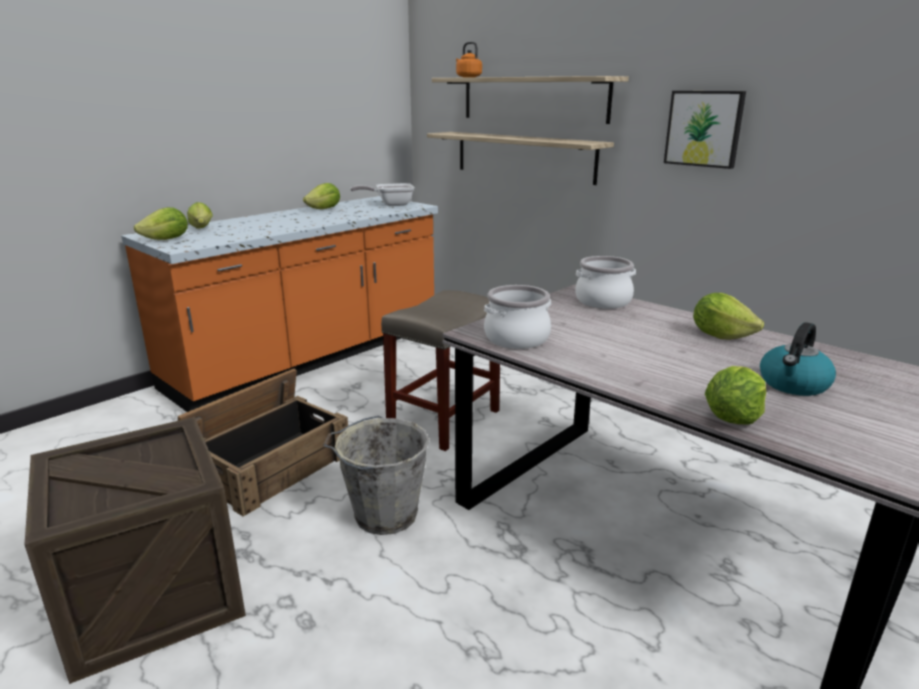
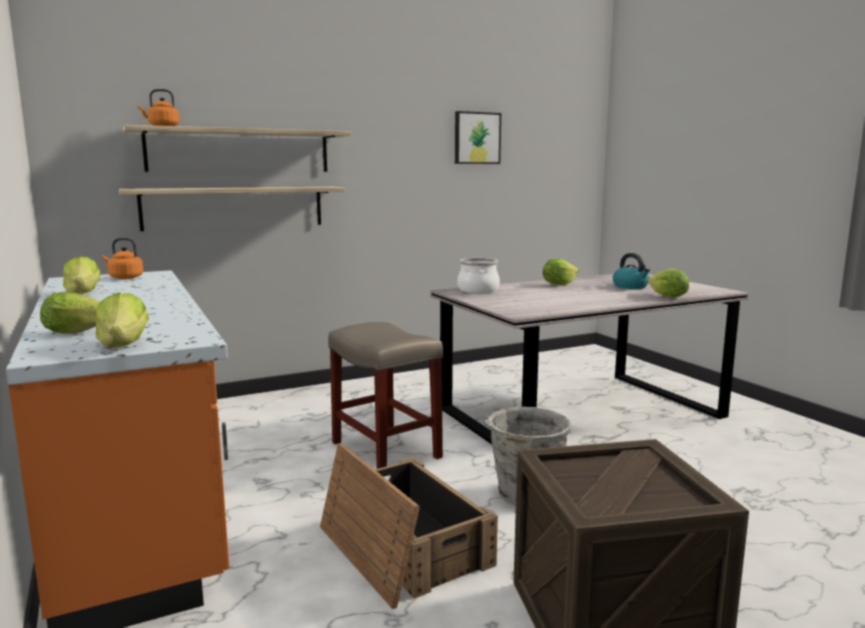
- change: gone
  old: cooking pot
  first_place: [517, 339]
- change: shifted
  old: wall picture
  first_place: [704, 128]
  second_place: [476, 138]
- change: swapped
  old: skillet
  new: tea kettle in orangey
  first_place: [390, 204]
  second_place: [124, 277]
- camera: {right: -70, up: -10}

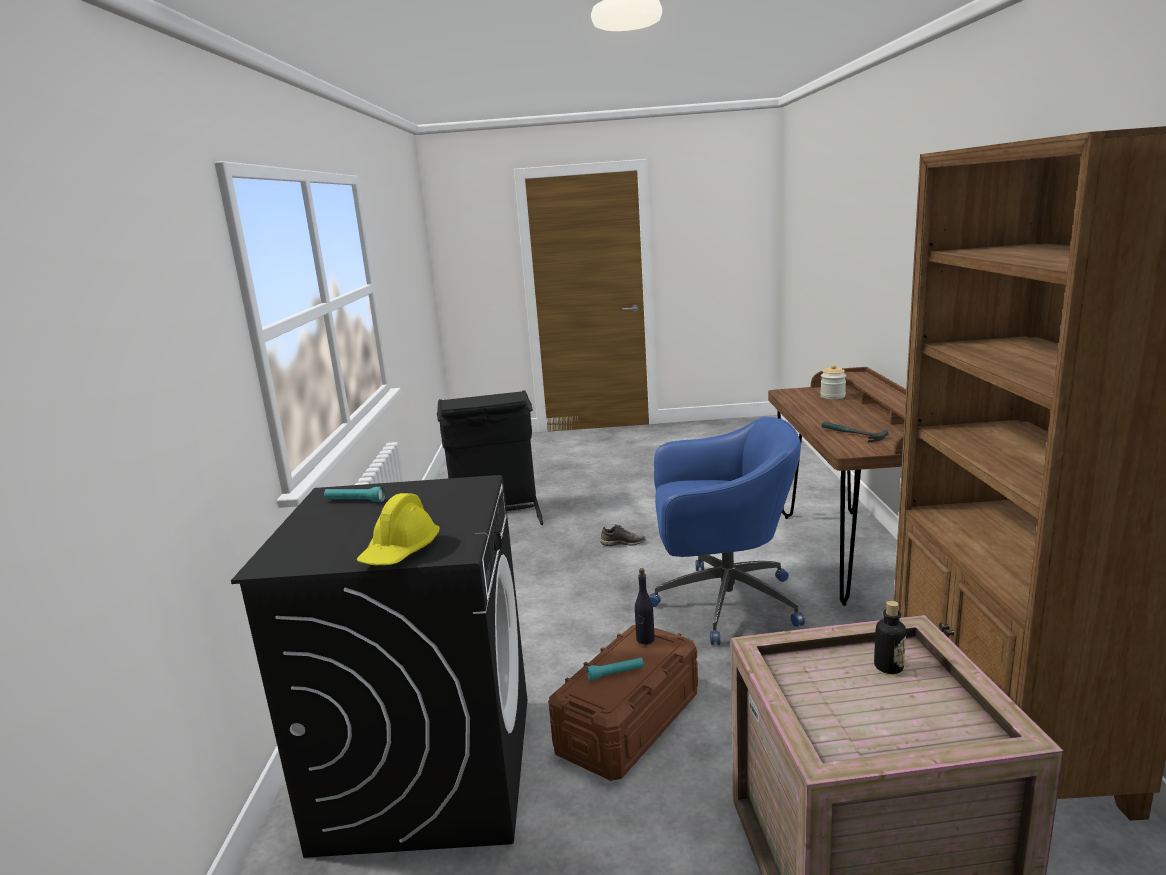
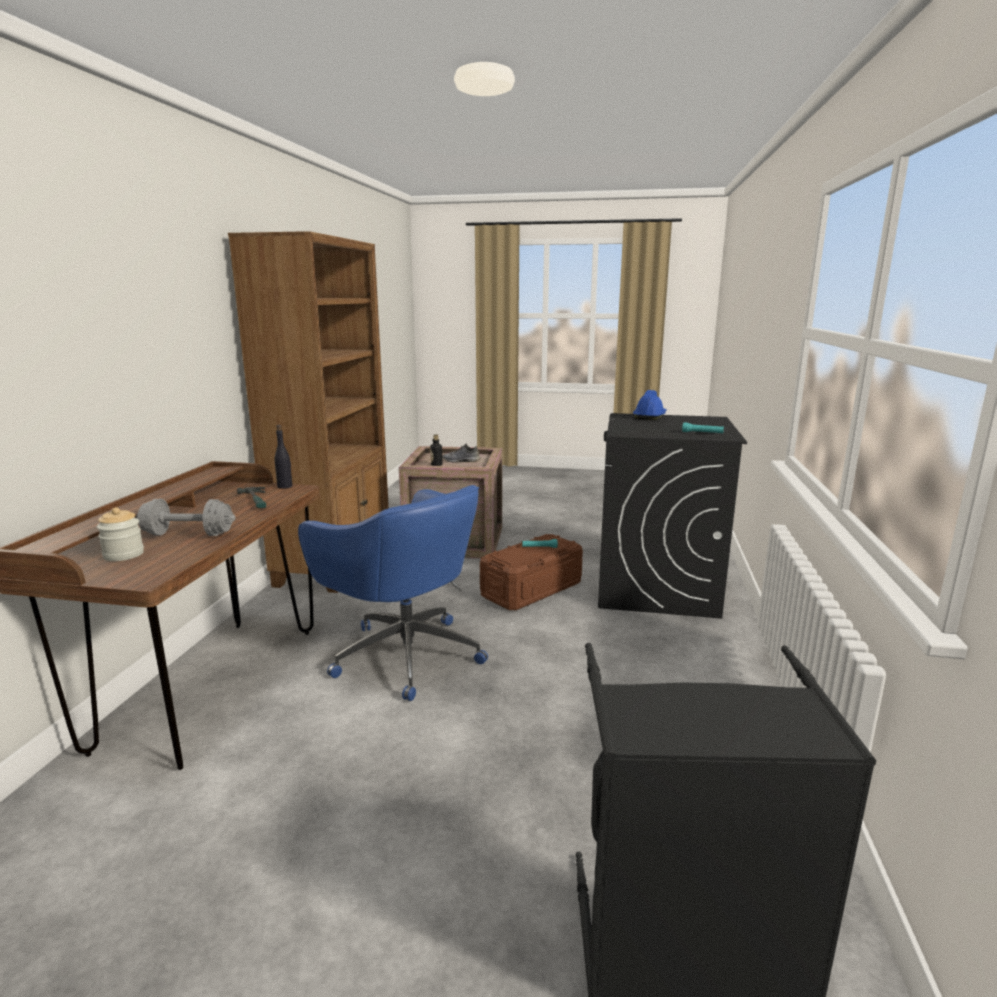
- change: new
  new: free weight in grey
  second_place: [188, 534]
- change: shifted
  old: item of footwear in grey
  first_place: [623, 543]
  second_place: [460, 461]
- change: shifted
  old: beverage bottle in black
  first_place: [645, 640]
  second_place: [285, 486]
- change: repainted
  old: safety helmet in yellow
  new: safety helmet in blue-coloured
  first_place: [401, 552]
  second_place: [650, 416]
- change: rotated
  old: desk chair in blue-coloured
  first_place: [722, 603]
  second_place: [404, 653]
  degrees: -150
- camera: {right: -170, up: 0}

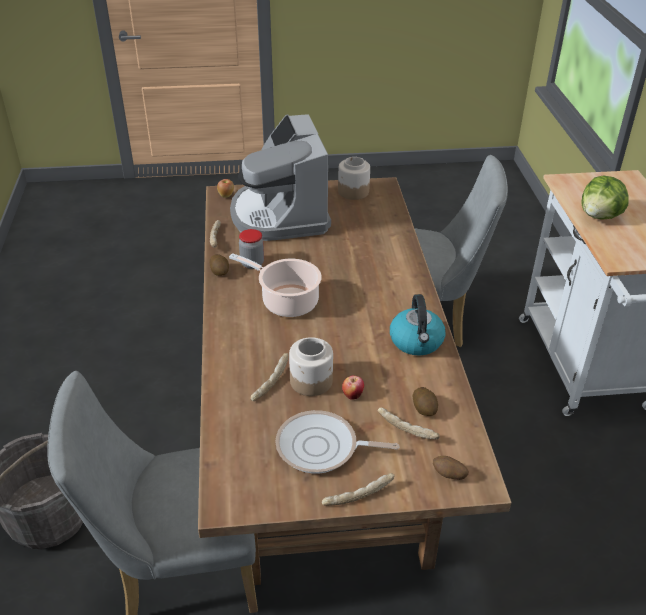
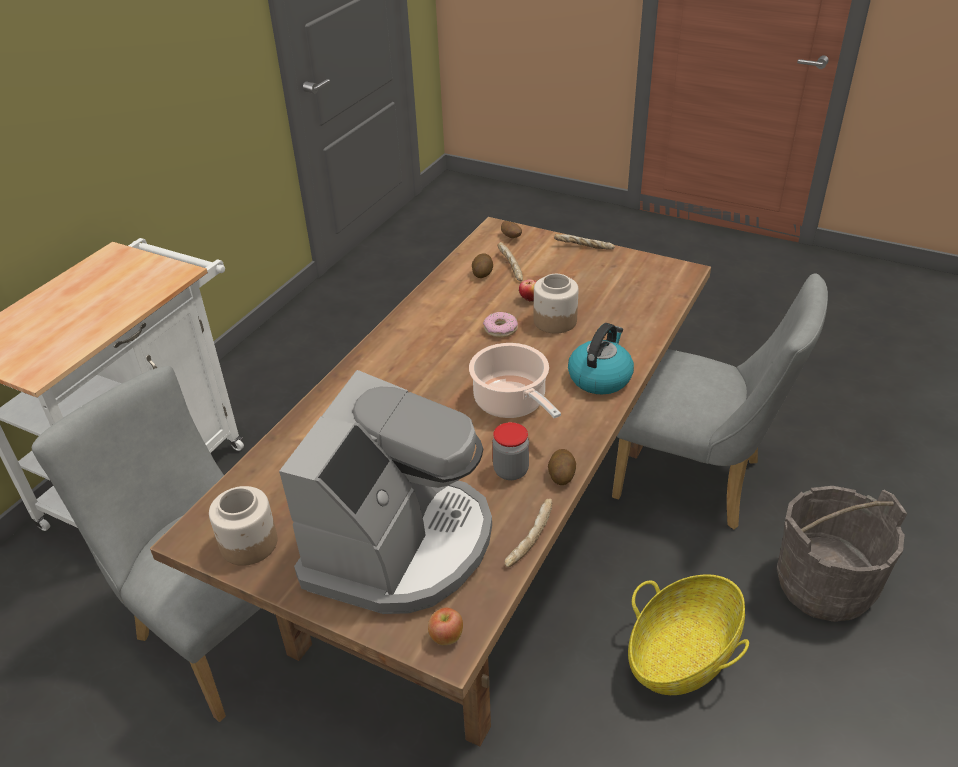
- change: gone
  old: baked bread
  first_place: [270, 381]
- change: gone
  old: skillet
  first_place: [322, 448]
- change: gone
  old: lettuce
  first_place: [600, 216]
- change: new
  new: ring doughnut
  second_place: [500, 329]
- change: new
  new: basket
  second_place: [682, 654]
- change: shifted
  old: tea kettle
  first_place: [416, 342]
  second_place: [600, 377]
- camera: {right: -145, up: 0}

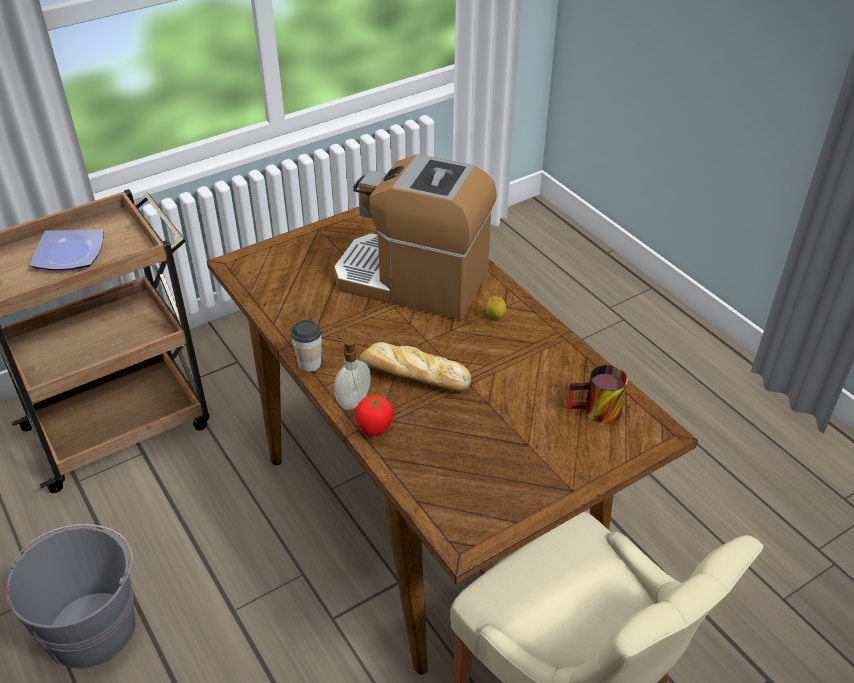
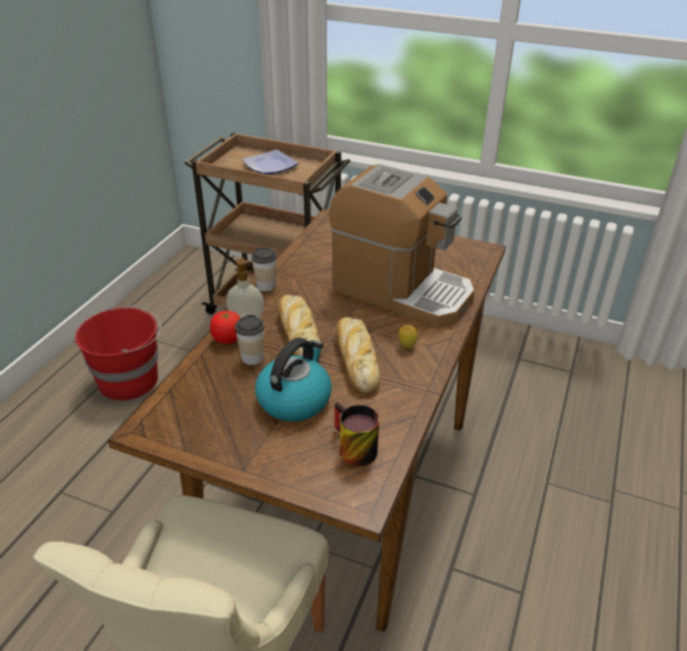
- change: new
  new: small cup
  second_place: [252, 358]
- change: new
  new: tea kettle
  second_place: [294, 399]
- change: new
  new: baked bread
  second_place: [356, 358]
- change: repainted
  old: bucket in grey
  new: bucket in reddish
  first_place: [92, 627]
  second_place: [130, 380]
- change: rotated
  old: coffee maker
  first_place: [412, 281]
  second_place: [401, 291]
  degrees: 135
- camera: {right: 55, up: -5}

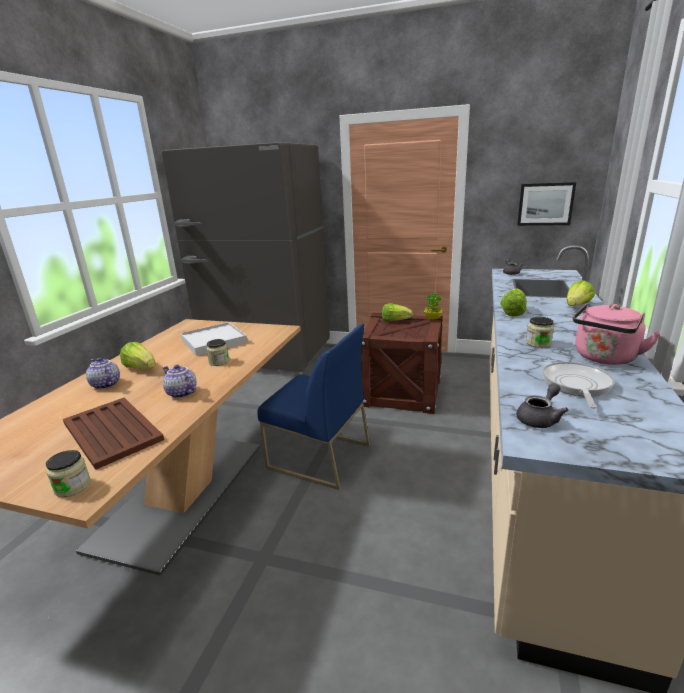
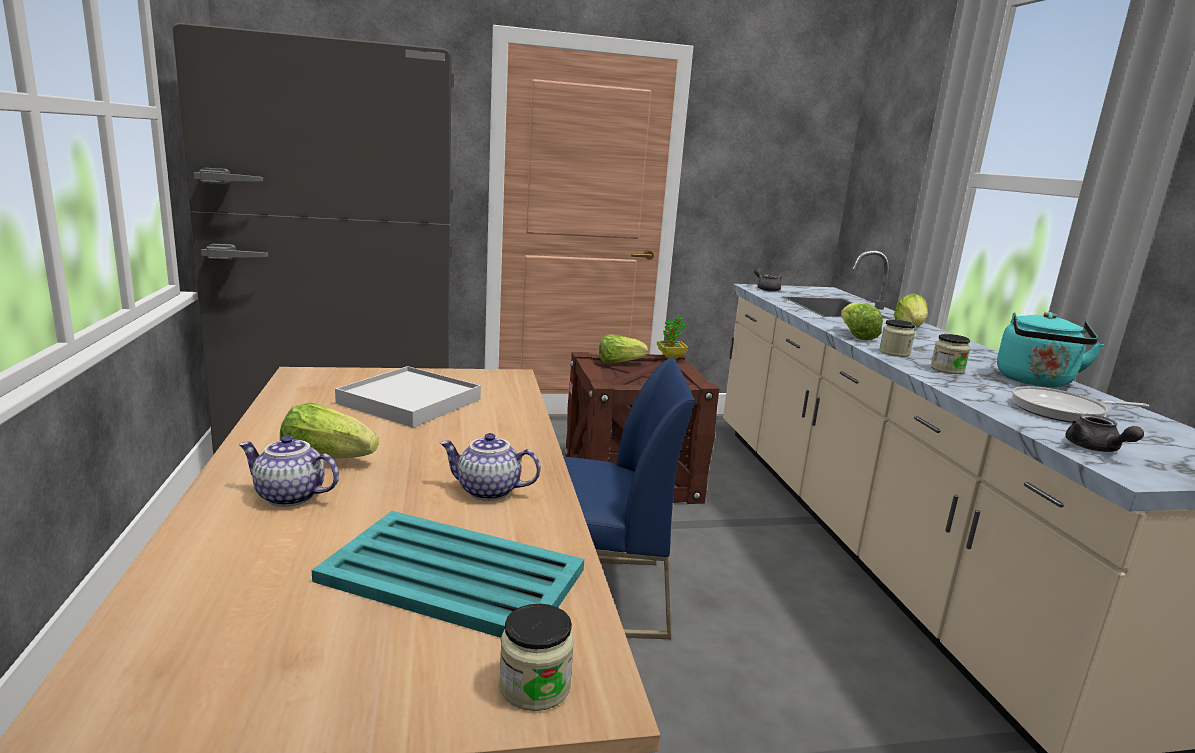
- change: gone
  old: wall picture
  first_place: [545, 204]
- change: shifted
  old: jar
  first_place: [219, 362]
  second_place: [894, 353]
- change: repainted
  old: tray in brownish
  new: tray in blue-green
  first_place: [112, 432]
  second_place: [454, 576]
- change: repainted
  old: tea kettle in pinkish
  new: tea kettle in blue-green
  first_place: [604, 358]
  second_place: [1035, 381]
- change: rotated
  old: tea pot in grey
  first_place: [540, 418]
  second_place: [1095, 449]
  degrees: 150
- change: rotated
  old: skillet
  first_place: [576, 385]
  second_place: [1062, 411]
  degrees: -75
- camera: {right: -30, up: -5}

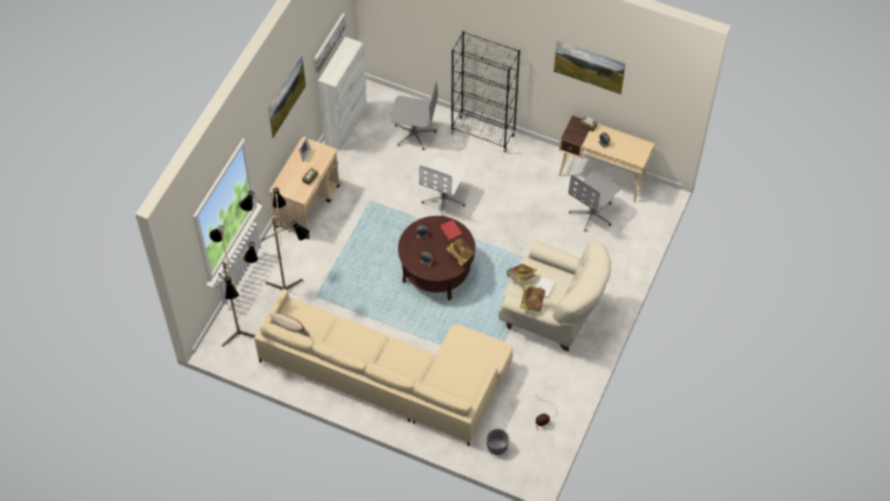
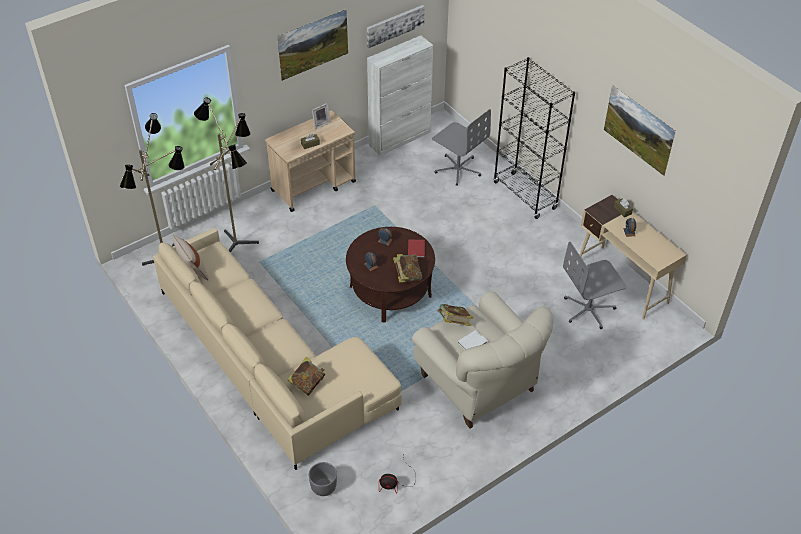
- change: gone
  old: desk chair in white
  first_place: [444, 198]
- change: shifted
  old: bound book
  first_place: [532, 303]
  second_place: [307, 383]
- camera: {right: 30, up: -10}

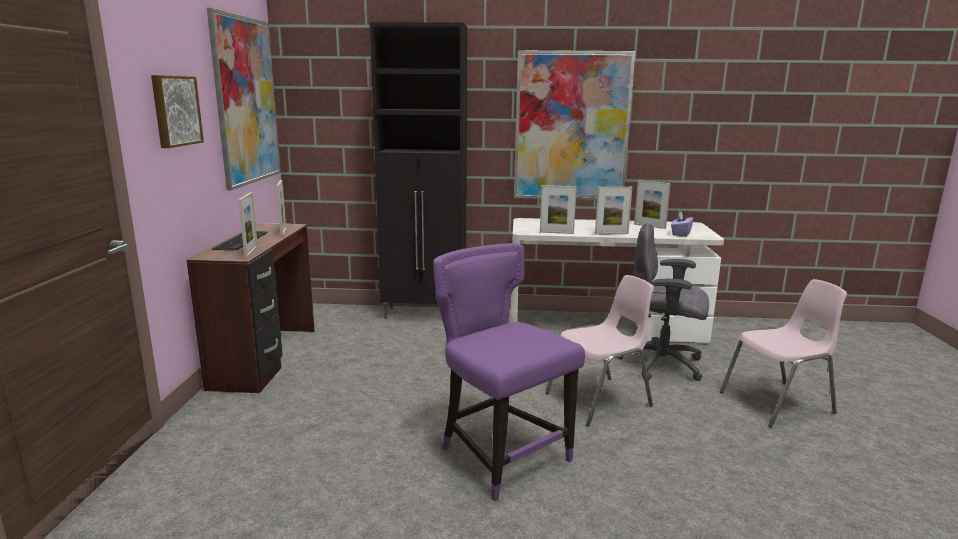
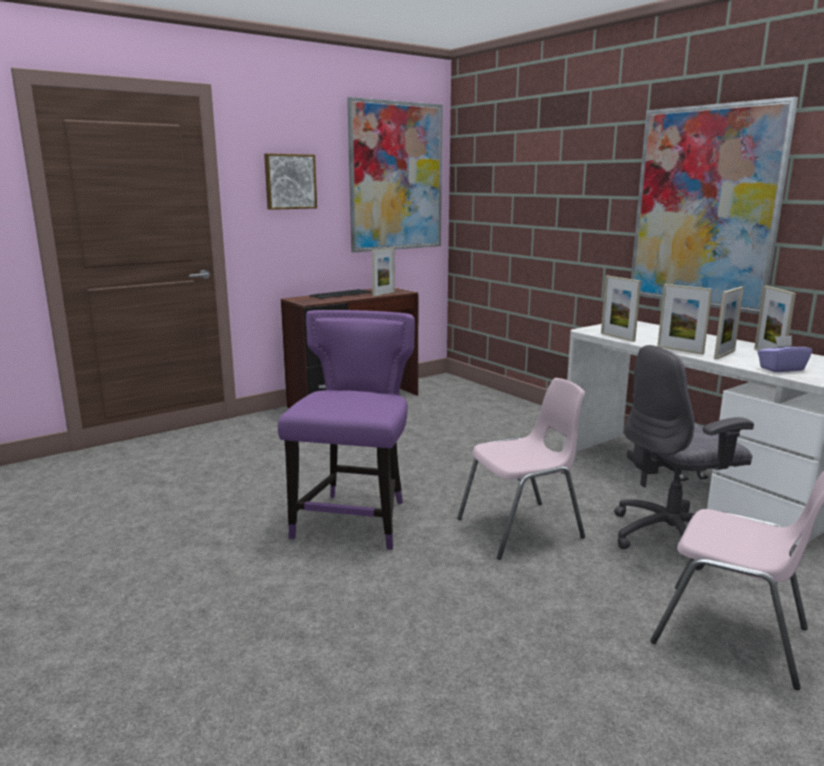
- change: gone
  old: cabinet in black
  first_place: [425, 314]
- change: shifted
  old: standing frame
  first_place: [251, 252]
  second_place: [724, 354]
- change: rotated
  old: chair in pinkish
  first_place: [600, 400]
  second_place: [522, 529]
  degrees: -45
- change: rotated
  old: desk chair in grey
  first_place: [663, 365]
  second_place: [671, 537]
  degrees: -90
- camera: {right: 50, up: 0}

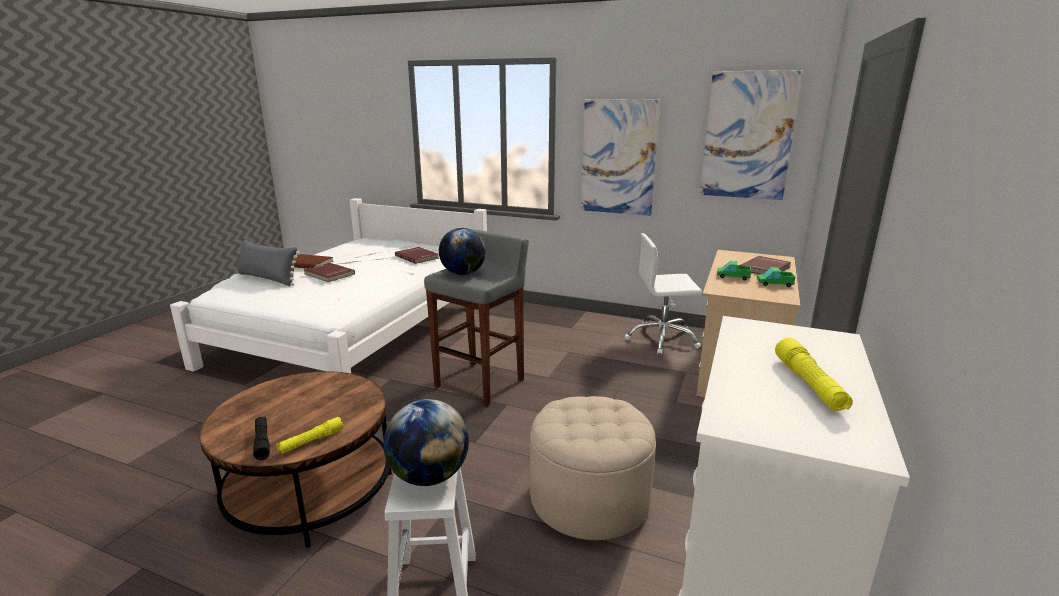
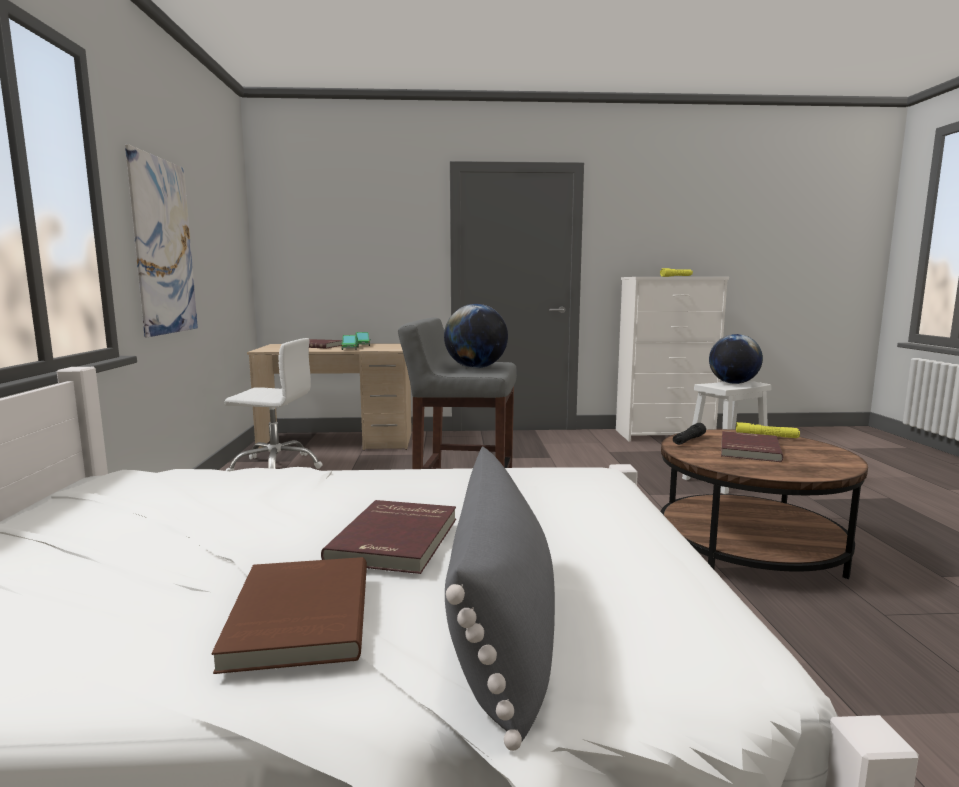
- change: gone
  old: pouffe in beige-coloured
  first_place: [589, 498]
- change: gone
  old: wall picture
  first_place: [748, 136]
- change: shifted
  old: hand torch in black
  first_place: [262, 442]
  second_place: [688, 440]
- change: shifted
  old: bound book in reddish
  first_place: [417, 257]
  second_place: [748, 449]
- change: rotated
  old: desk chair in white
  first_place: [662, 339]
  second_place: [276, 467]
  degrees: -60
- camera: {right: -115, up: -10}

